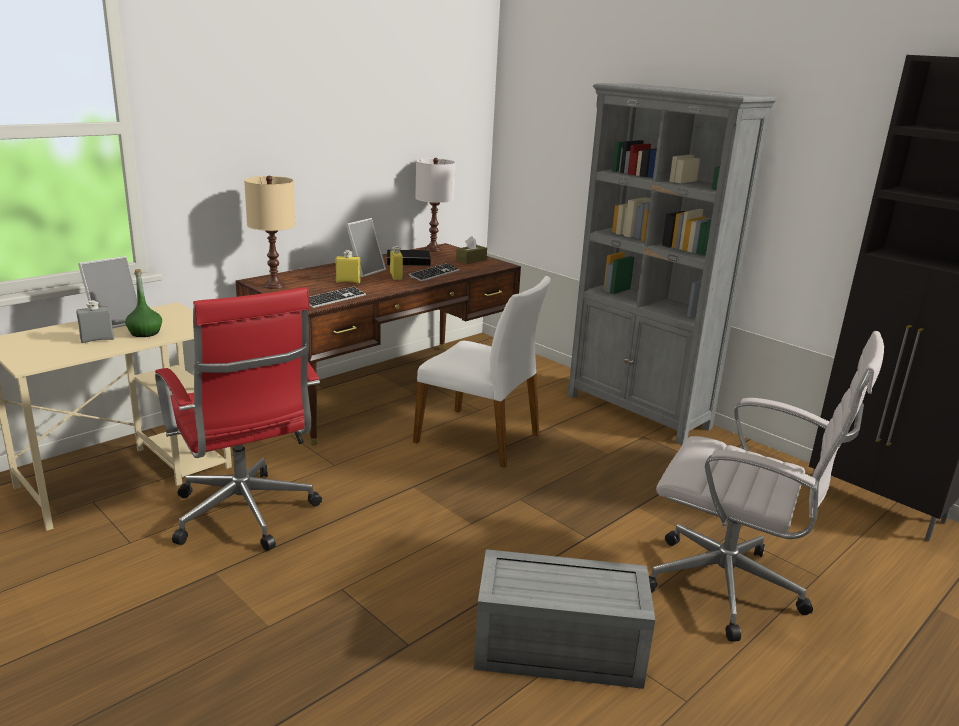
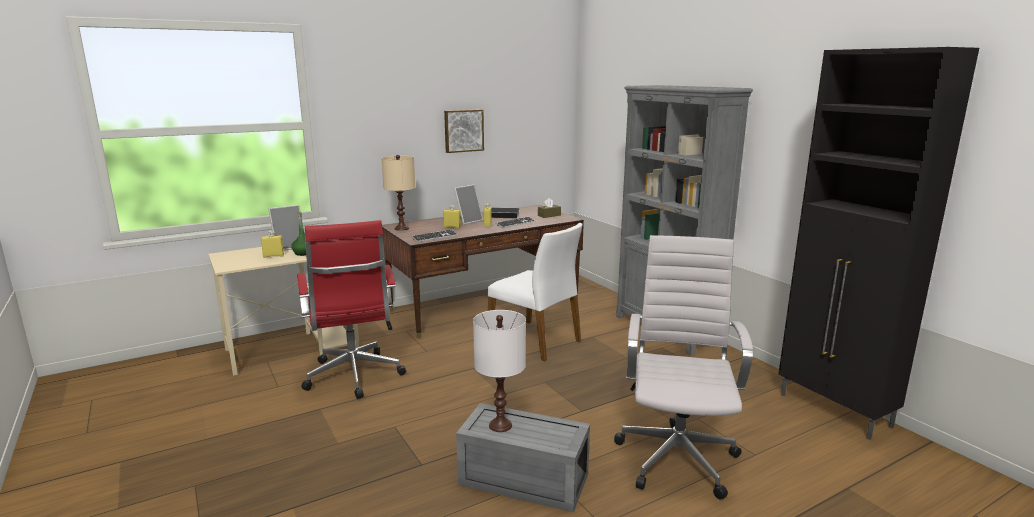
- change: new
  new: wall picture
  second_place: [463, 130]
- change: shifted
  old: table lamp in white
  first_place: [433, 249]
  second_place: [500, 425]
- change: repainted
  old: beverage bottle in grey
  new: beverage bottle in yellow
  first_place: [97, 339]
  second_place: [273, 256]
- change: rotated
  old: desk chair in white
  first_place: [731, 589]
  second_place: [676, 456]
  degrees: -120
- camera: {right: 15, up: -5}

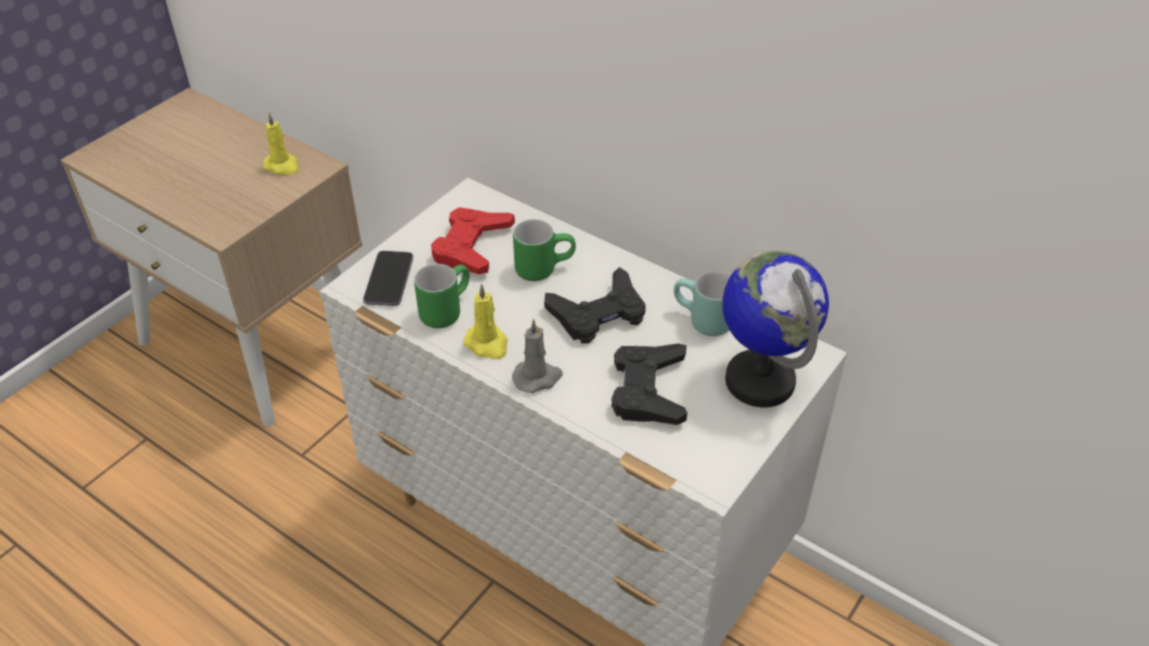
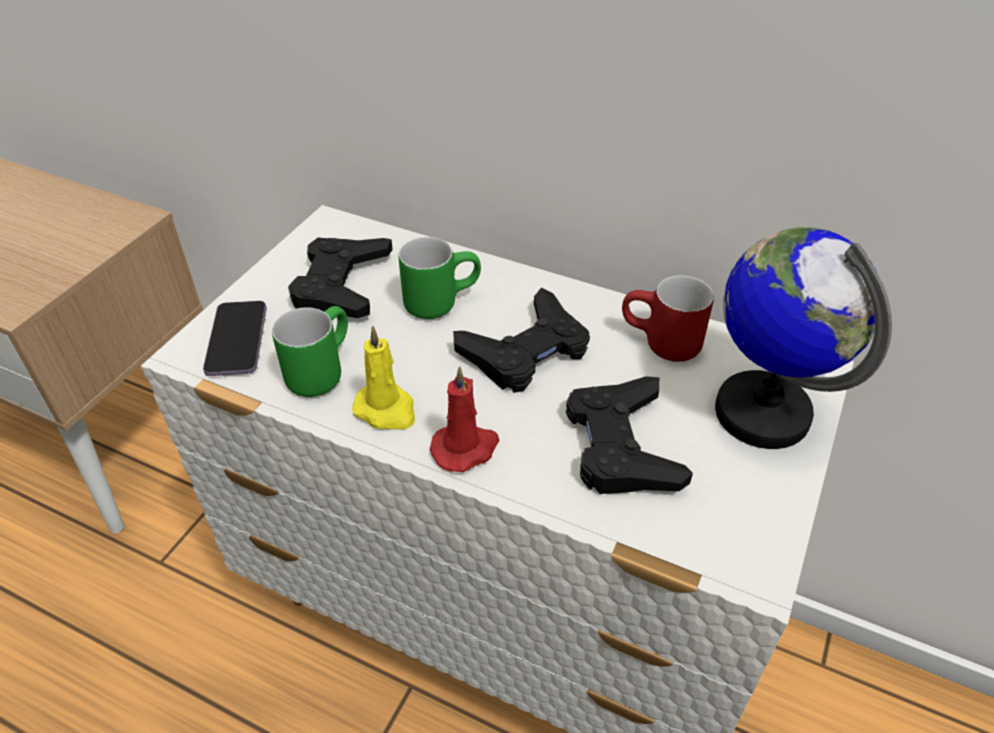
- change: gone
  old: wax candle in yellow
  first_place: [282, 166]
- change: repainted
  old: joypad in reddish
  new: joypad in black
  first_place: [471, 246]
  second_place: [342, 285]
- change: repainted
  old: wax candle in grey
  new: wax candle in reddish
  first_place: [537, 377]
  second_place: [466, 448]
- change: repainted
  old: mug in blue-green
  new: mug in reddish
  first_place: [701, 322]
  second_place: [659, 345]
- camera: {right: -10, up: 0}

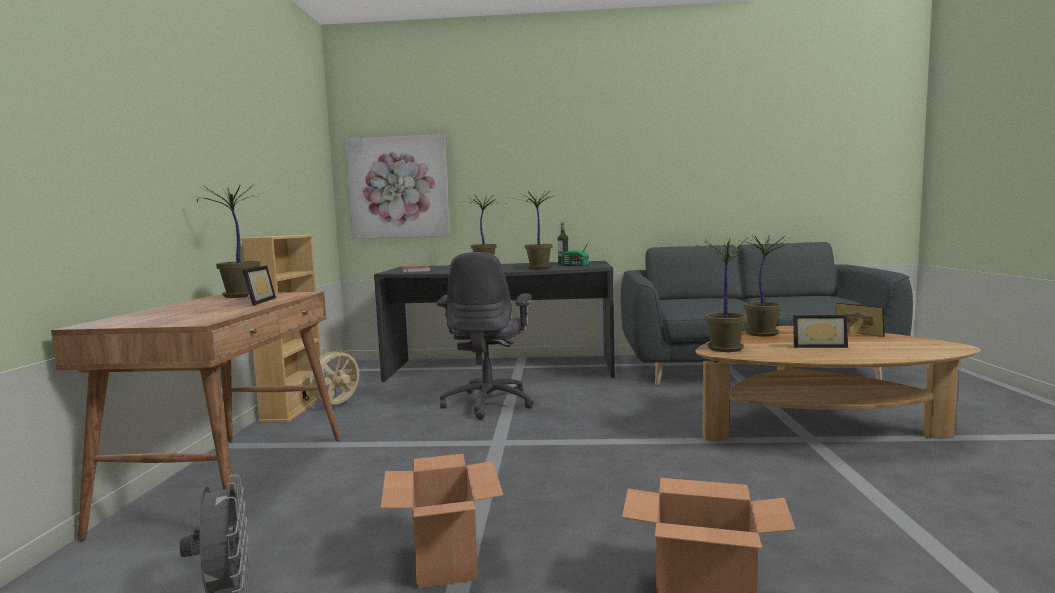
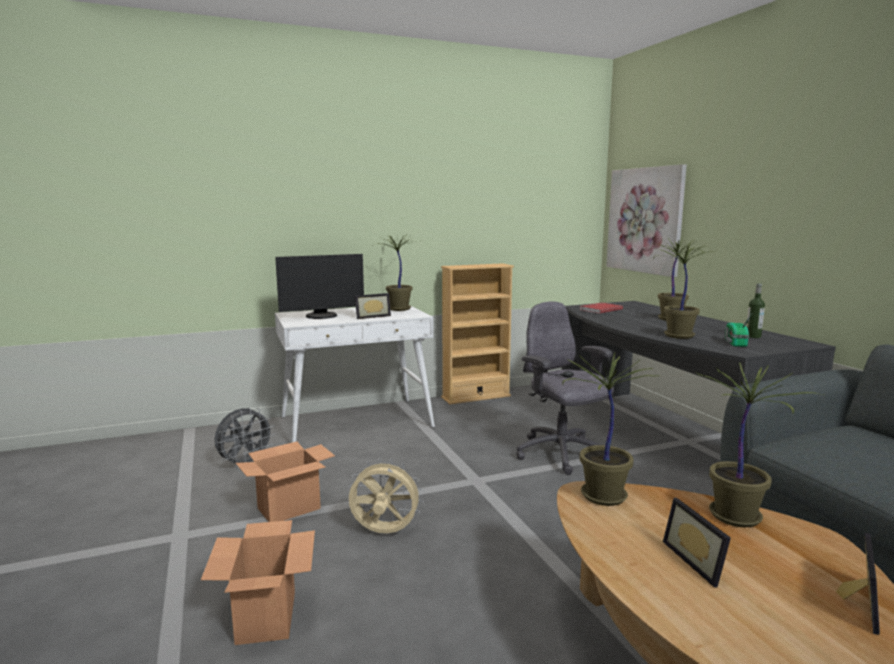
- change: new
  new: monitor
  second_place: [322, 316]
- change: shifted
  old: electric fan in beige-coloured
  first_place: [337, 405]
  second_place: [384, 533]
- change: repainted
  old: desk in brownish
  new: desk in white
  first_place: [232, 481]
  second_place: [357, 422]
- change: rotated
  old: desk chair in grey
  first_place: [489, 403]
  second_place: [561, 454]
  degrees: 75
- camera: {right: 65, up: 5}

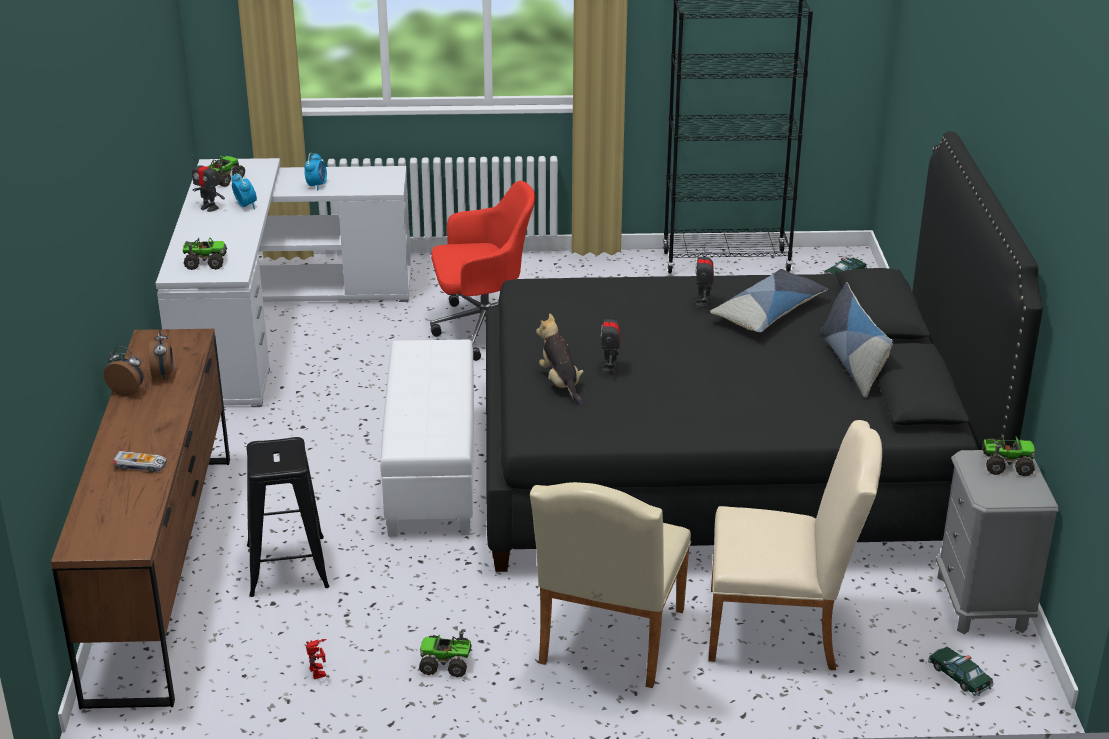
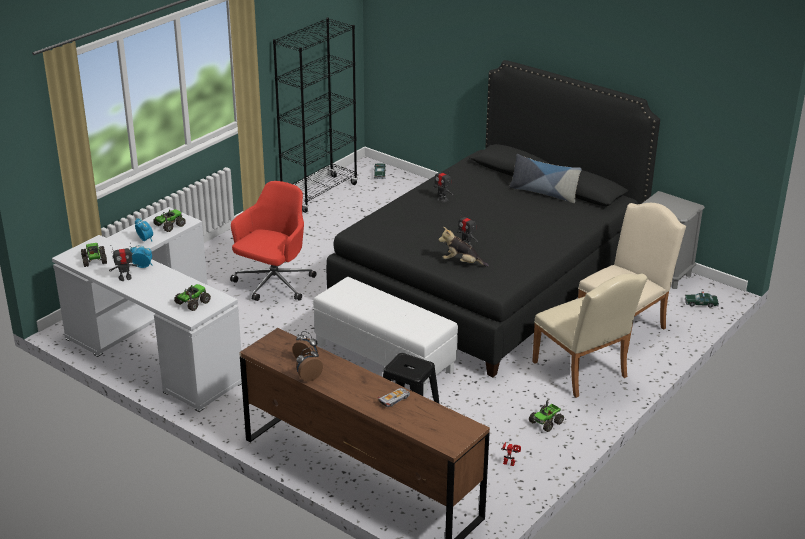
- change: gone
  old: throw pillow
  first_place: [769, 312]
- change: shifted
  old: toy truck
  first_place: [1005, 464]
  second_place: [169, 225]
- camera: {right: -50, up: 0}

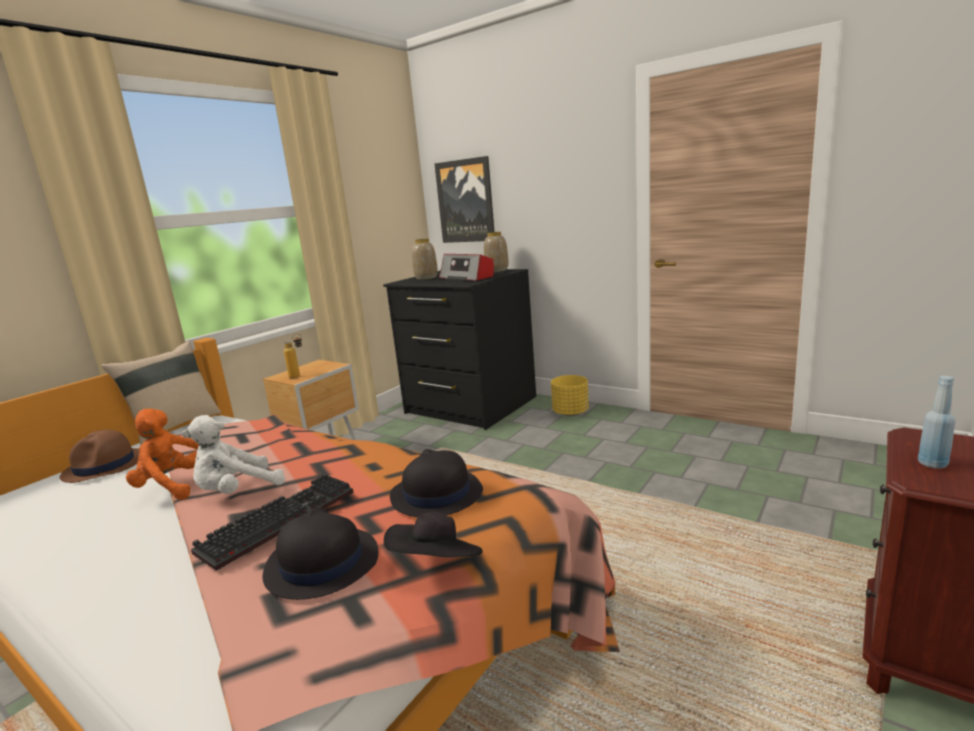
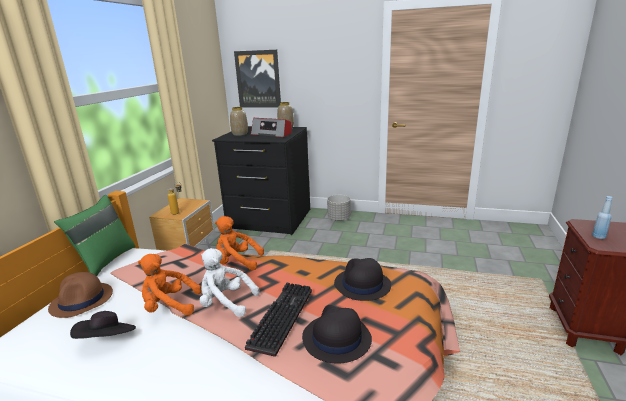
- change: new
  new: cuddly toy in orangey
  second_place: [237, 262]
- change: shifted
  old: hat in black
  first_place: [436, 564]
  second_place: [107, 339]
- change: repainted
  old: throw pillow in beige-coloured
  new: throw pillow in green-coloured
  first_place: [175, 426]
  second_place: [105, 261]
- change: repainted
  old: plant pot in yellow
  new: plant pot in grey
  first_place: [570, 413]
  second_place: [339, 218]
- change: rotated
  old: cuddly toy in white
  first_place: [237, 491]
  second_place: [226, 303]
  degrees: 75
- camera: {right: -20, up: 5}

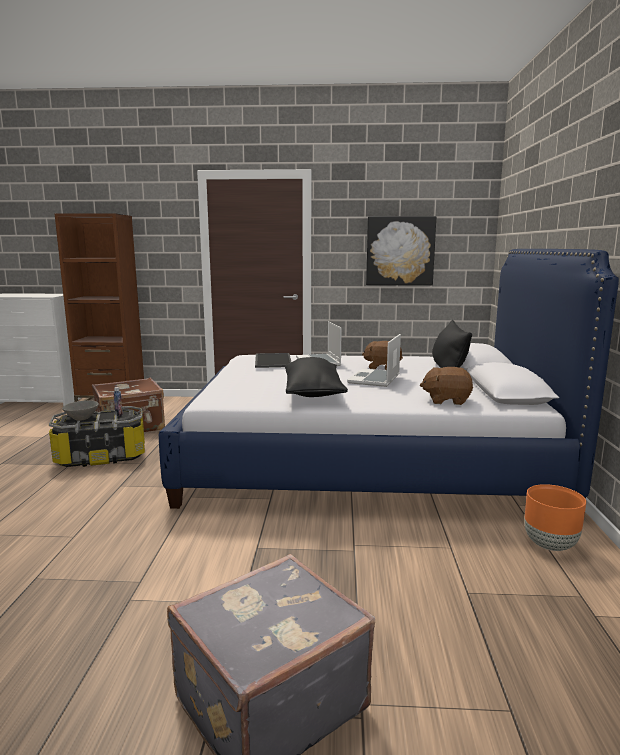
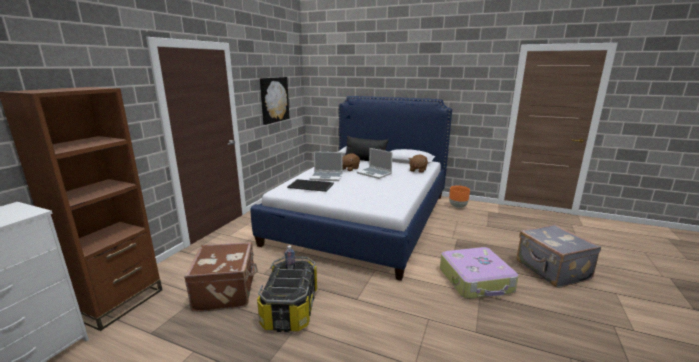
- change: gone
  old: deep dish in grey
  first_place: [81, 418]
- change: gone
  old: throw pillow in black
  first_place: [313, 393]
- change: new
  new: piece of luggage
  second_place: [476, 281]
- camera: {right: -70, up: 5}

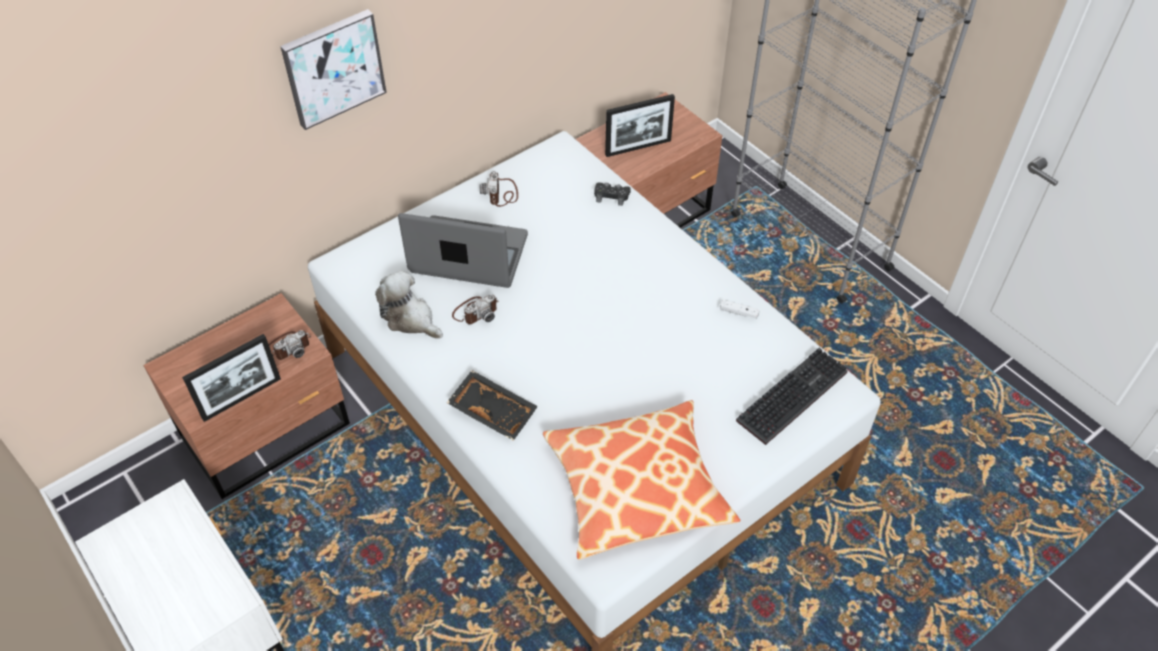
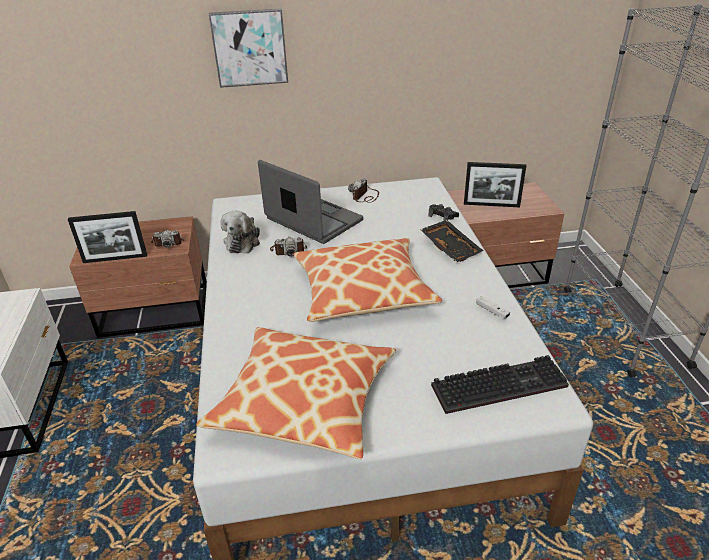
- change: new
  new: throw pillow
  second_place: [363, 291]
- change: shifted
  old: tray in black
  first_place: [493, 410]
  second_place: [451, 247]
- change: rotated
  old: cuddly toy
  first_place: [410, 319]
  second_place: [243, 241]
  degrees: -150
- camera: {right: 30, up: -15}

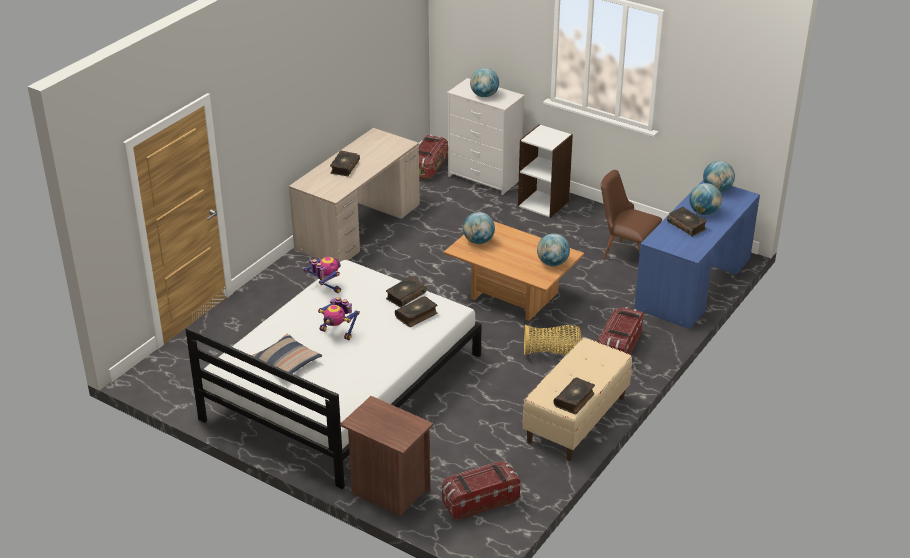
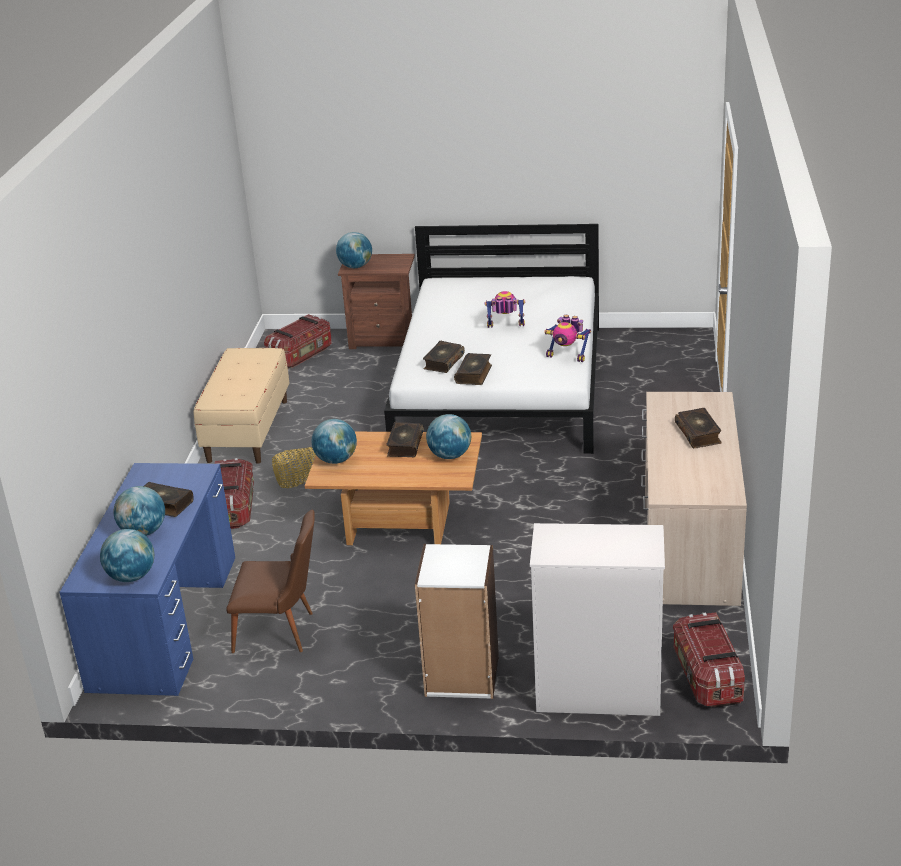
- change: gone
  old: throw pillow
  first_place: [286, 362]
- change: shifted
  old: globe
  first_place: [484, 95]
  second_place: [355, 266]
- change: shifted
  old: bound book
  first_place: [574, 400]
  second_place: [404, 445]
- camera: {right: 155, up: -5}

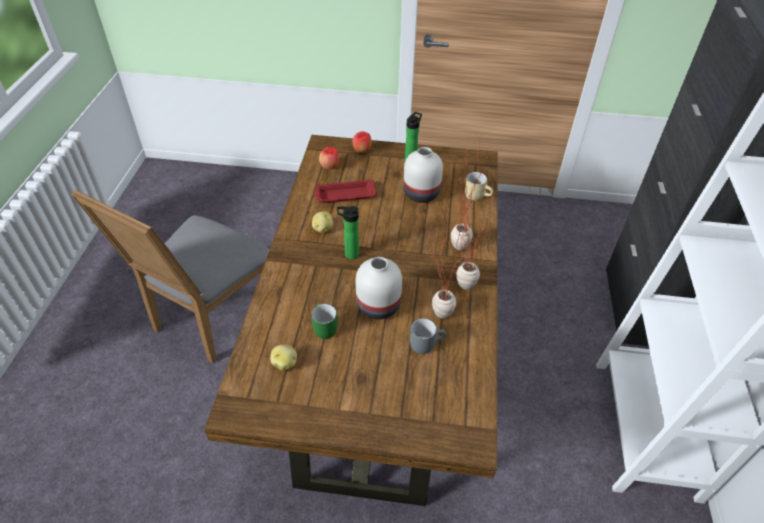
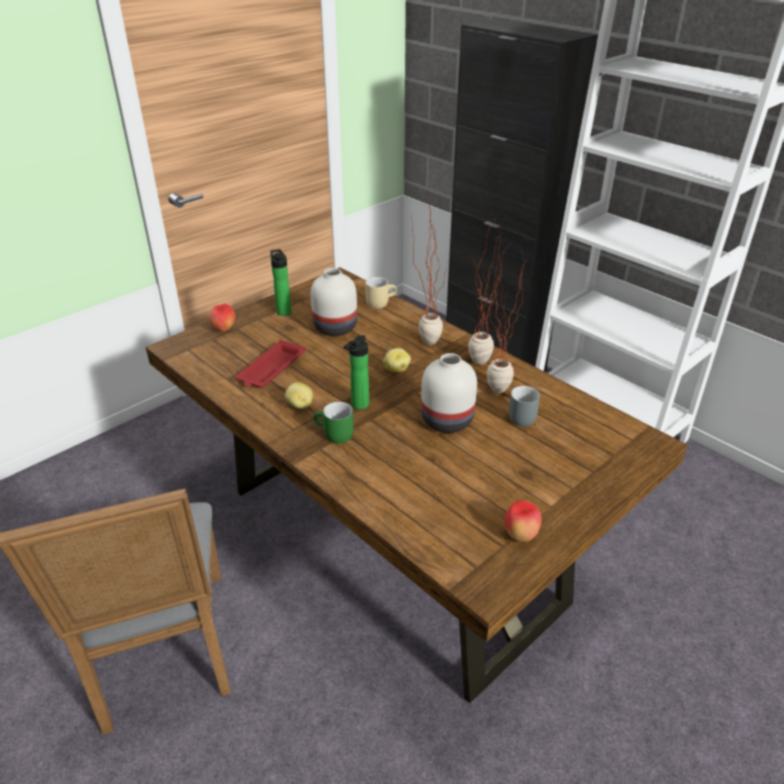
- change: shifted
  old: whole potato
  first_place: [285, 363]
  second_place: [396, 369]
- change: shifted
  old: mug in green-coloured
  first_place: [322, 327]
  second_place: [334, 436]
- change: shifted
  old: apple fruit
  first_place: [330, 167]
  second_place: [520, 535]
- camera: {right: -50, up: -10}

